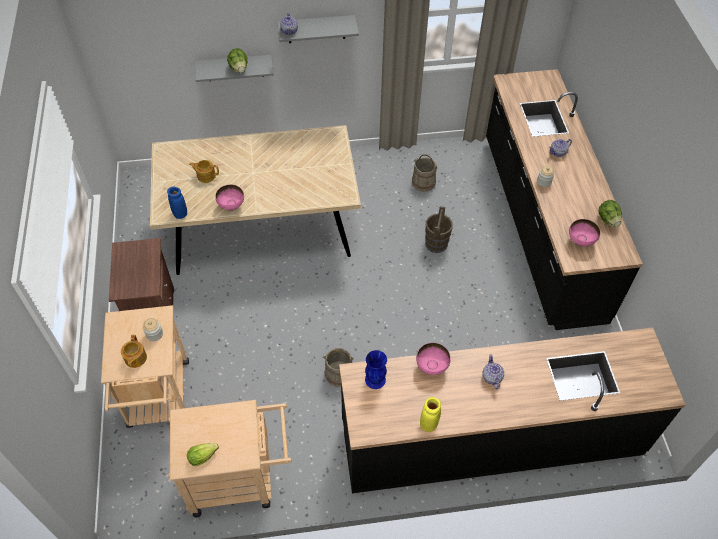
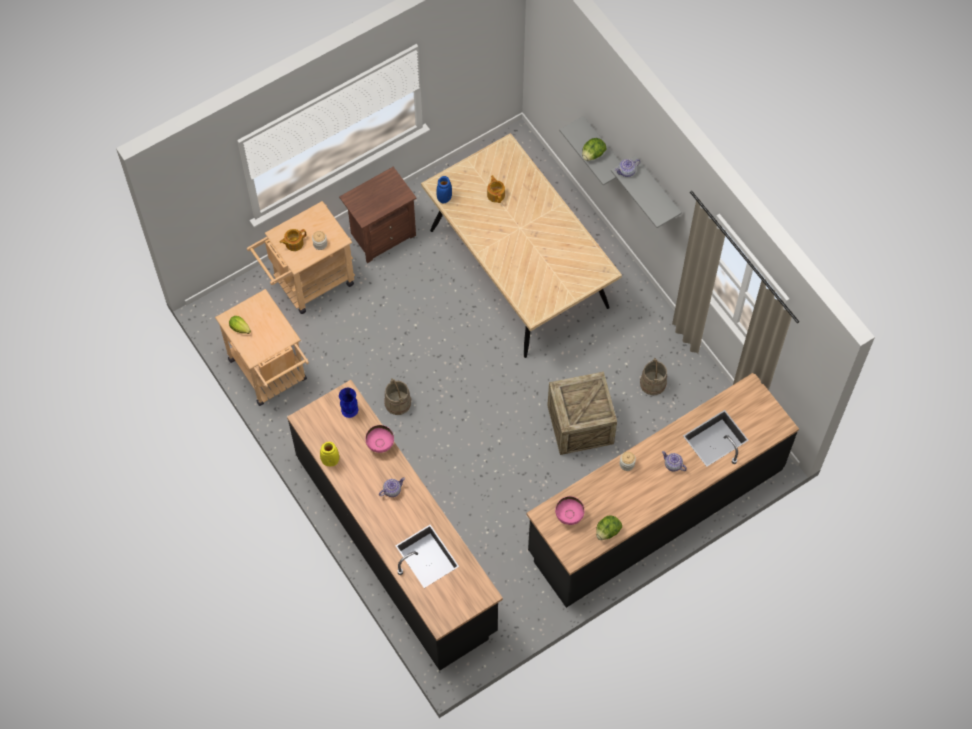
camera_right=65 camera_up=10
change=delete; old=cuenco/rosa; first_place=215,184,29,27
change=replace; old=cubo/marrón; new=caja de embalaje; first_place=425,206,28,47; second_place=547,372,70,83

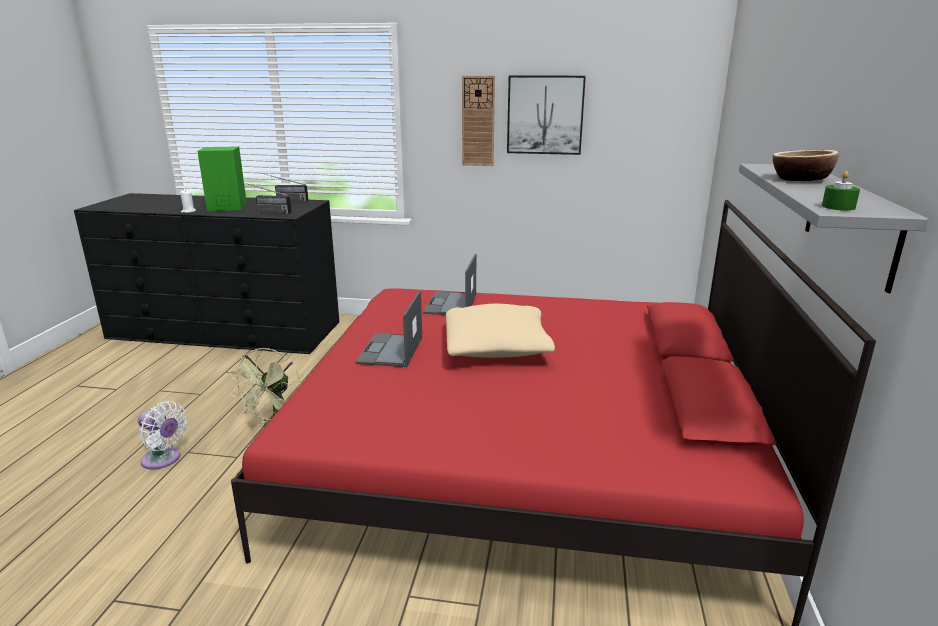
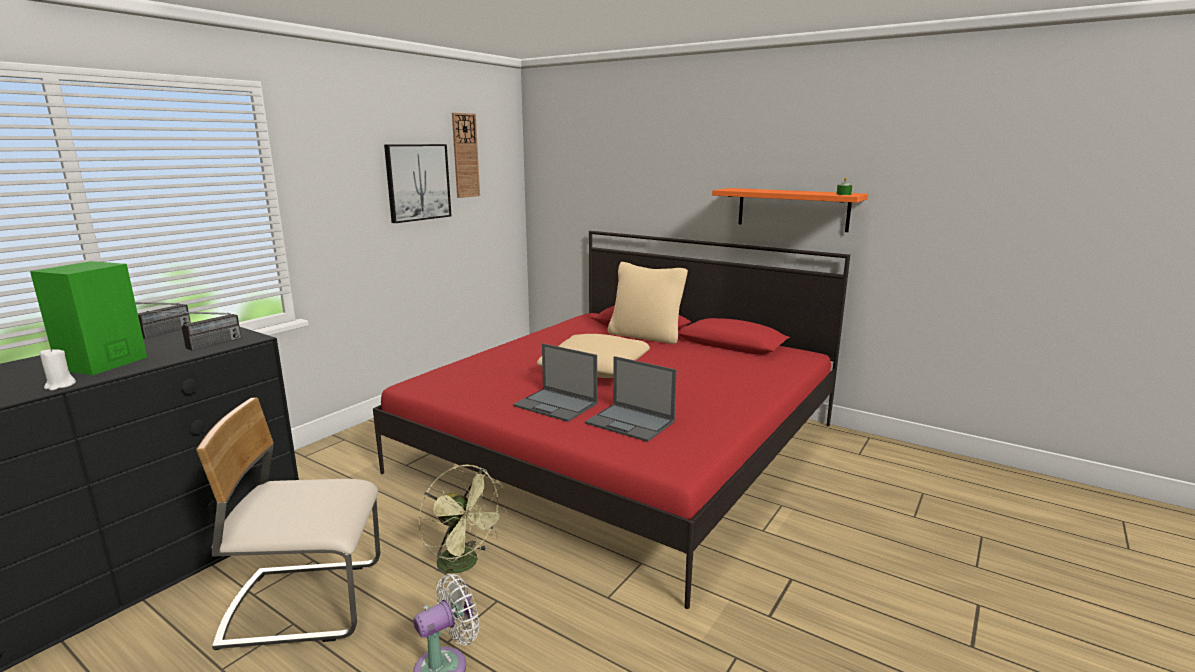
camera_right=-65 camera_up=-5
change=delete; old=cuenco; first_place=773,150,66,31
change=insert; new=silla/beis; second_place=196,398,184,252
change=insert; new=cojín/beis; second_place=608,262,80,82
change=move; old=portátil; first_place=423,254,53,61; second_place=585,356,92,86
change=move; old=reloj de pared; first_place=462,76,33,90; second_place=452,113,28,85
change=recolor; old=estante/gris; new=estante/naranja; first_place=739,164,190,129; second_place=712,188,156,44

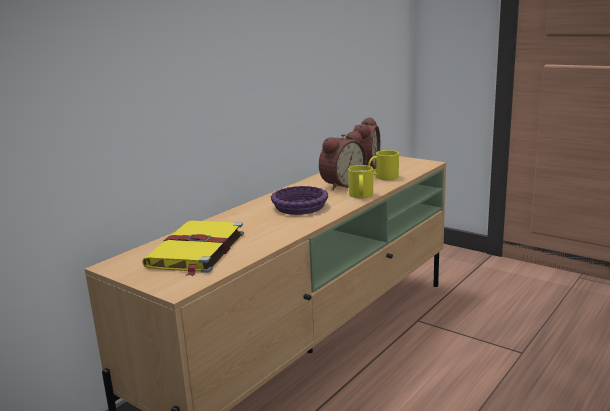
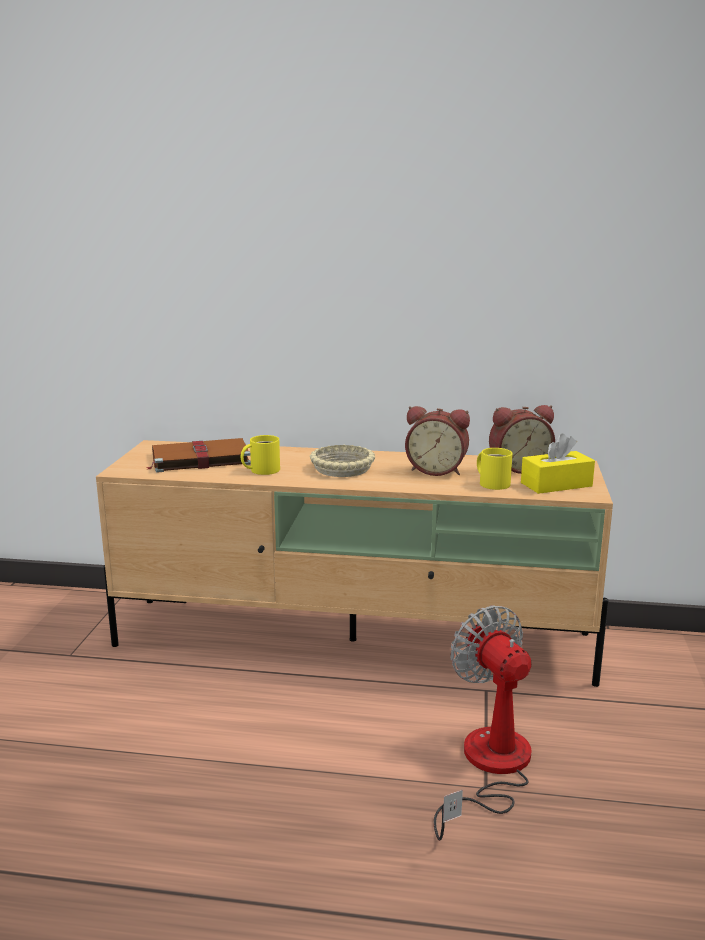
camera_right=60 camera_up=0
change=insert; new=ventilador; second_place=434,605,97,236
change=insert; new=caja de pañuelos/amarillo; second_place=521,433,74,61
change=move; old=taza grande/amarillo; first_place=348,165,25,33; second_place=241,435,39,40
change=recolor; old=libro/amarillo; new=libro/marrón; first_place=142,220,102,56; second_place=145,438,106,35
change=recolor; old=cuenco/morado; new=cuenco/beis; first_place=270,186,58,29; second_place=310,445,65,32

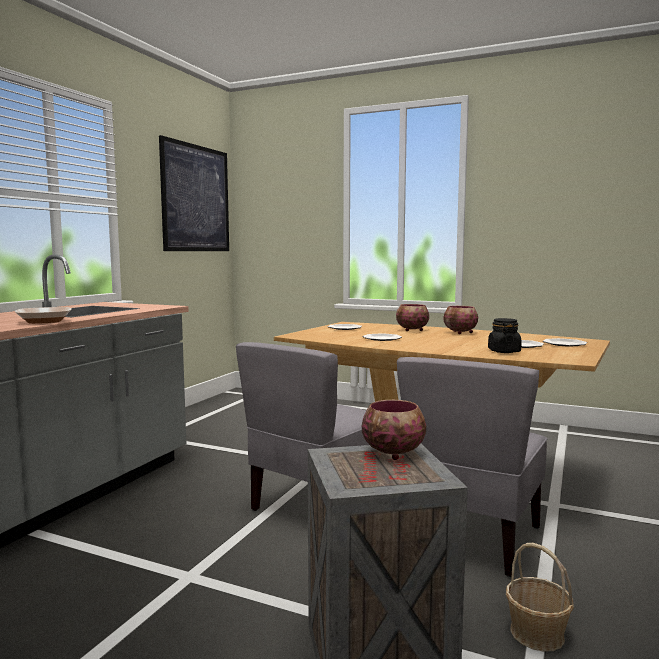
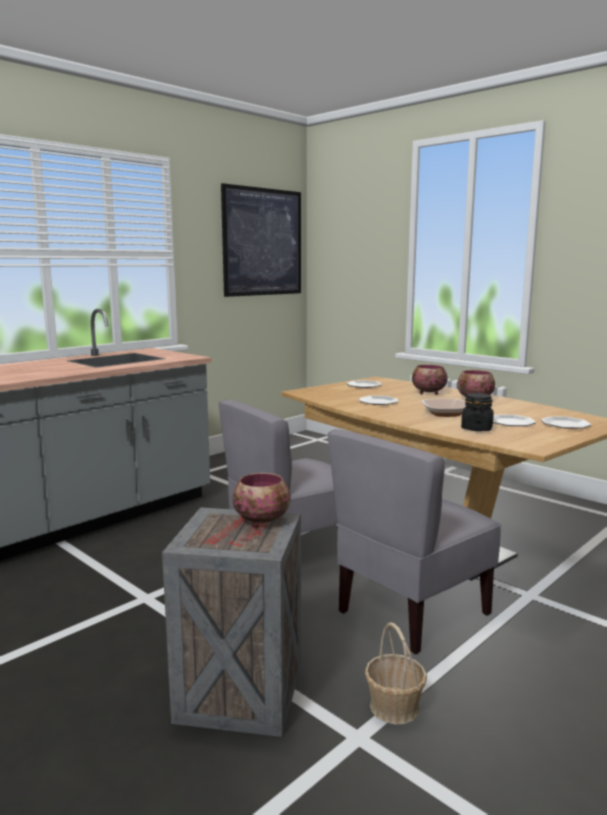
camera_right=20 camera_up=5
change=move; old=cuenco; first_place=15,307,57,17; second_place=422,399,44,18

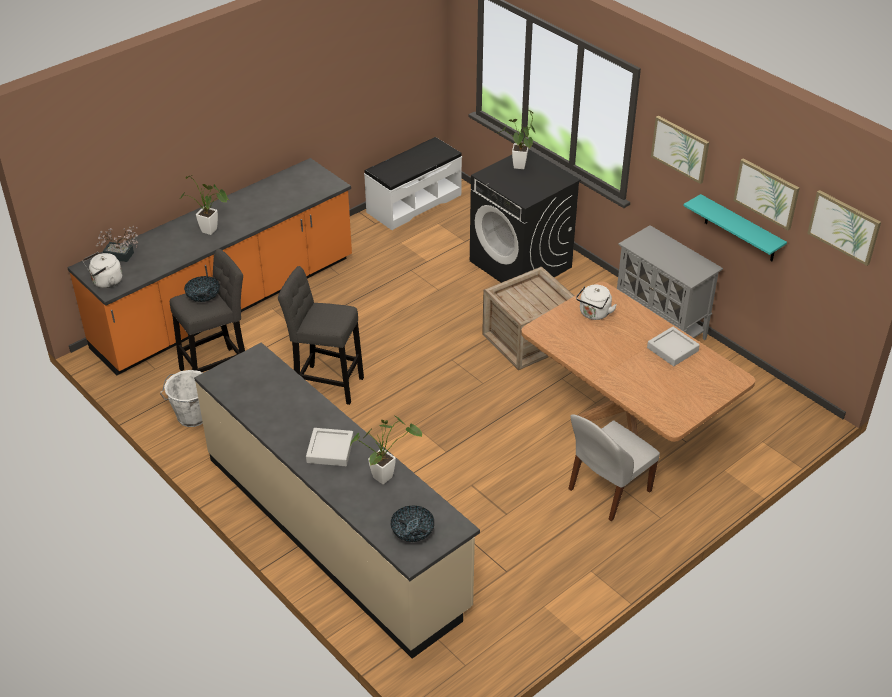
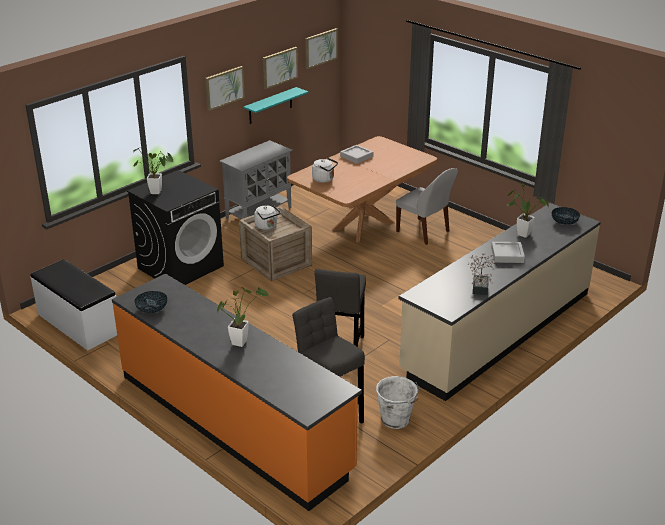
camera_right=-95 camera_up=-10
change=move; old=hervidor/blanco; first_place=83,252,39,36; second_place=254,205,27,25
change=move; old=planta en maceta; first_place=96,226,42,36; second_place=468,253,26,42
change=move; old=cuenco; first_place=184,276,36,26; second_place=134,291,33,22

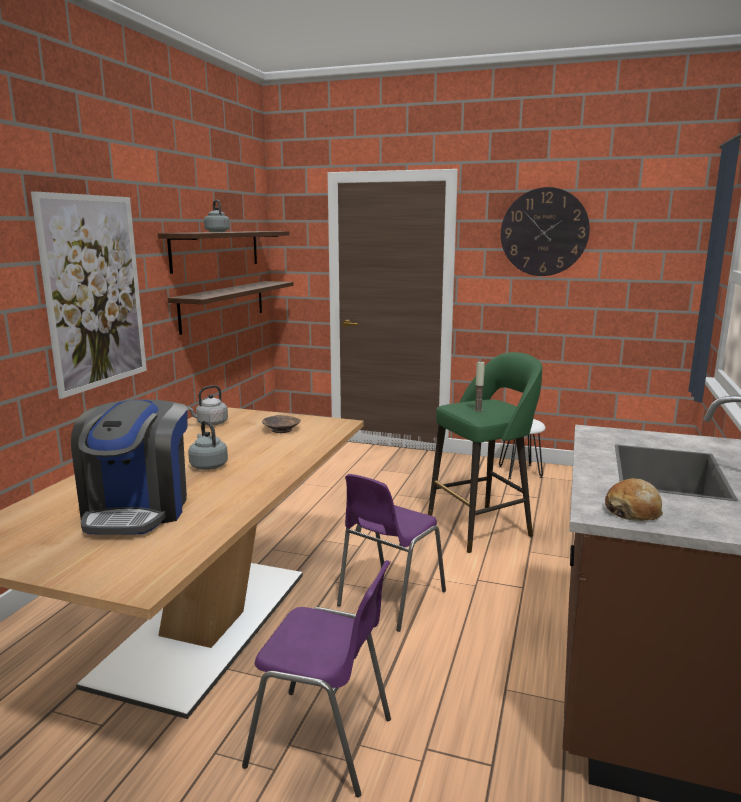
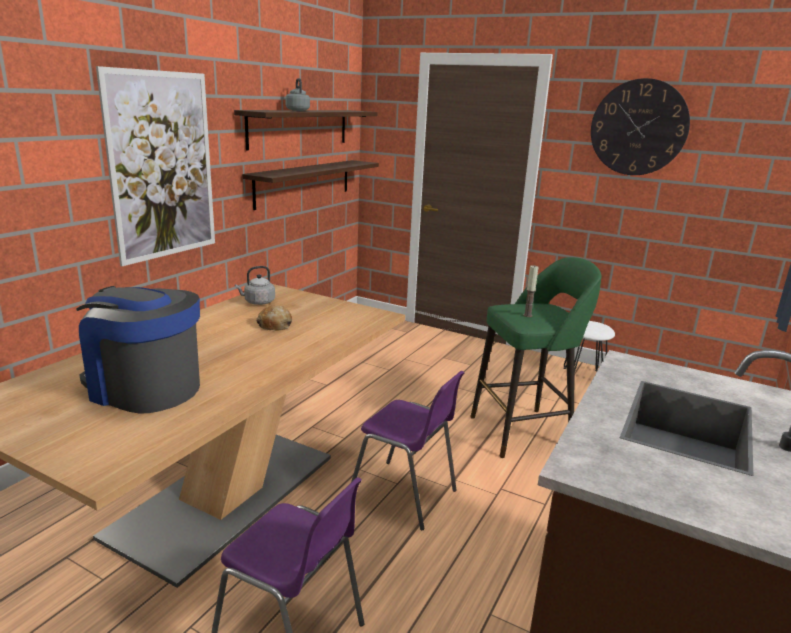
camera_right=10 camera_up=5
change=delete; old=hervidor/gris; first_place=188,420,40,50
change=delete; old=cuenco/marrón; first_place=262,415,39,18
change=move; old=pan; first_place=605,478,58,43; second_place=256,305,36,26
change=rotate; old=cafetera; first_place=71,399,116,136; second_place=76,286,124,127; degrees=105
change=rotate; old=silla/morado; first_place=337,474,109,158; second_place=351,371,114,159; degrees=-105

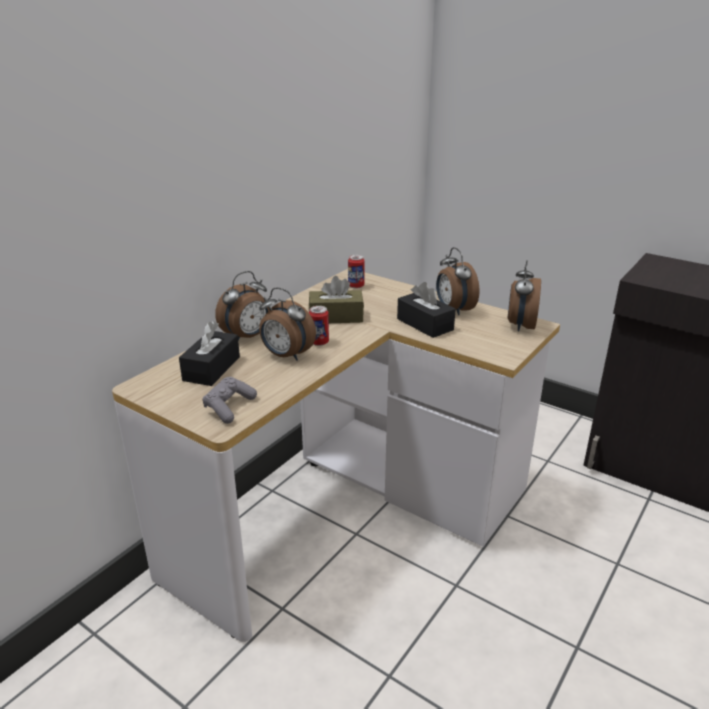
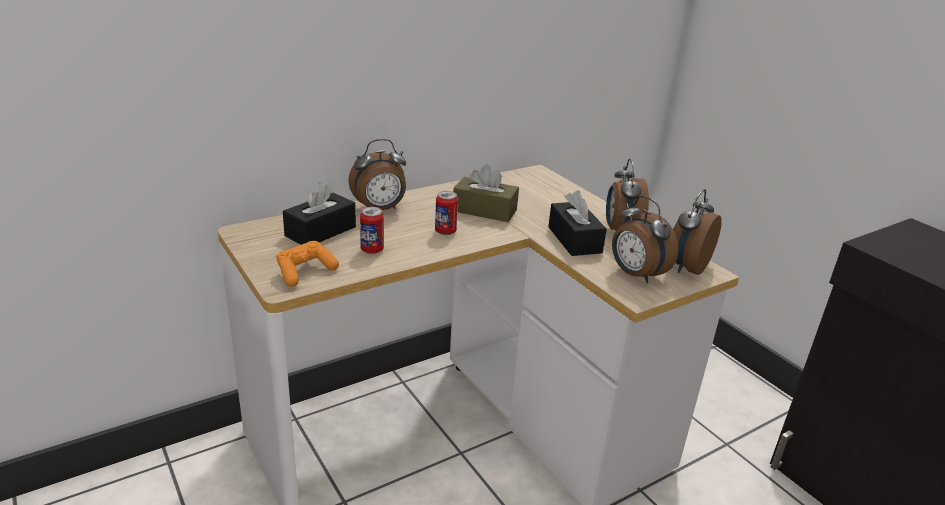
camera_right=20 camera_up=0
change=move; old=despertador; first_place=259,287,57,74; second_place=612,196,66,87
change=move; old=lata; first_place=348,255,17,34; second_place=360,207,24,47
change=recolor; old=mando de consola/gris; new=mando de consola/naranja; first_place=202,377,55,47; second_place=276,241,63,46

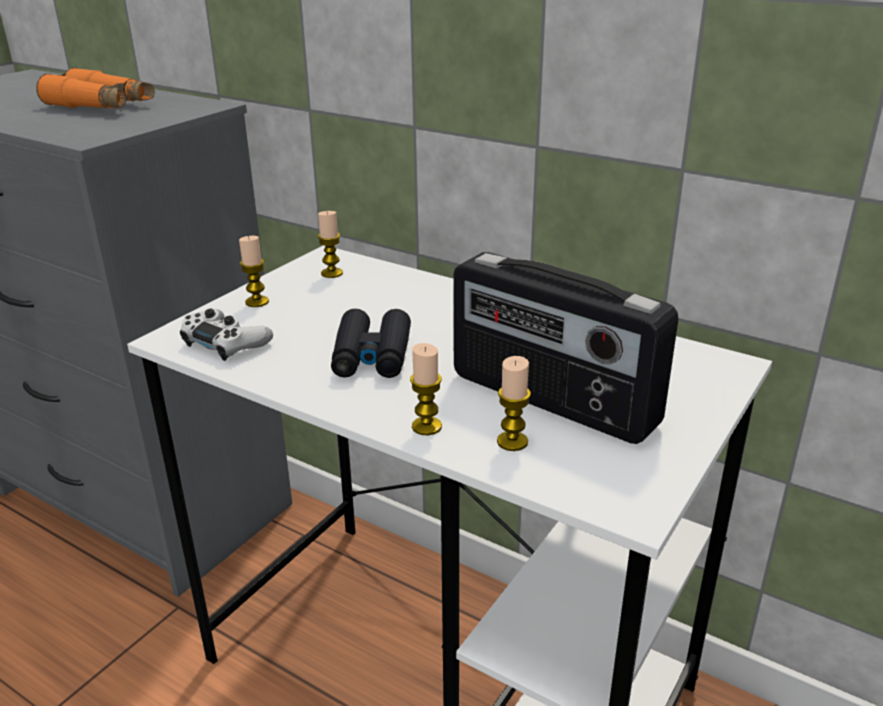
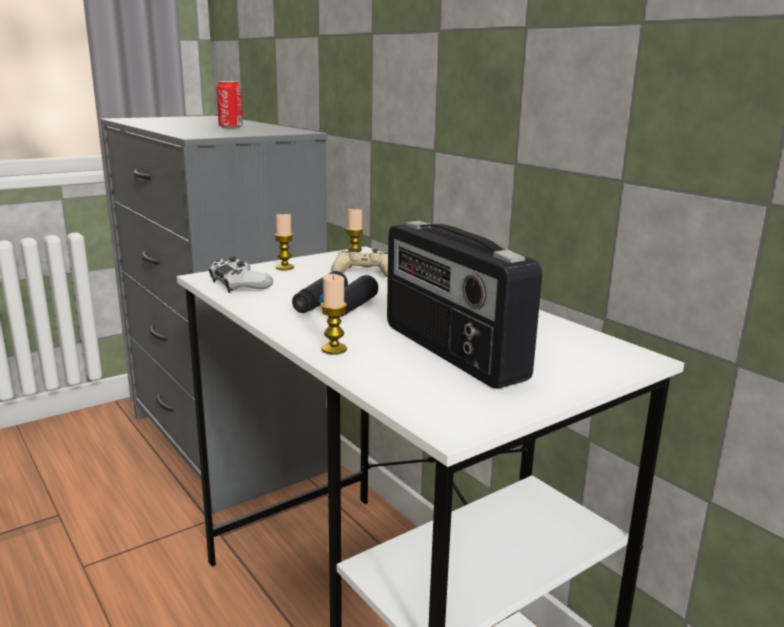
camera_right=20 camera_up=-10
change=delete; old=vela; first_place=497,356,34,95
change=insert; new=mando de consola/beis; second_place=331,248,57,30
change=replace; old=prismáticos/naranja; new=lata; first_place=36,67,119,41; second_place=217,81,26,47

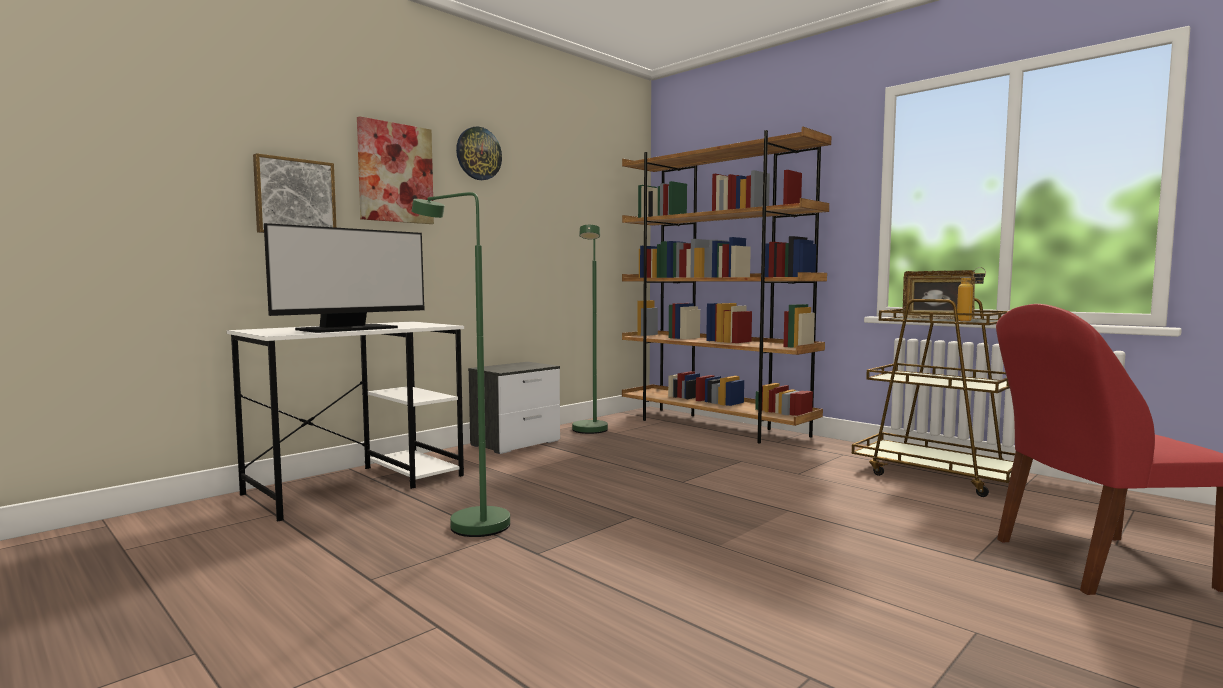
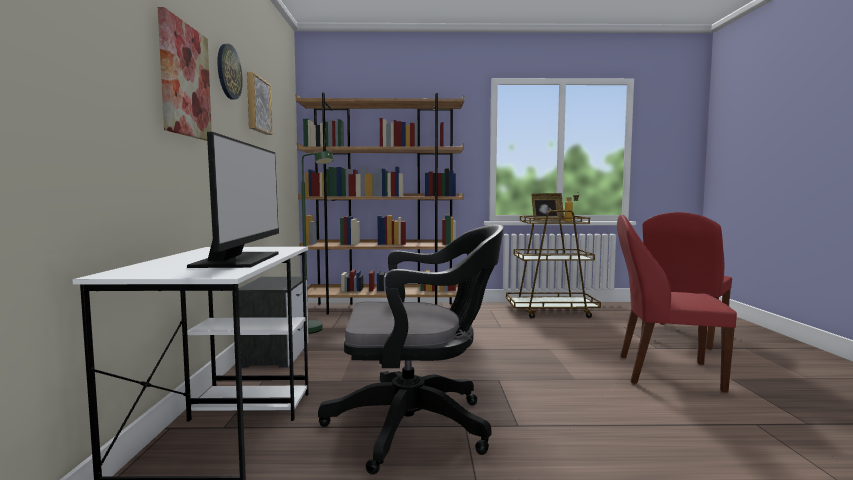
camera_right=-45 camera_up=0
change=insert; new=silla/rojo; second_place=617,215,120,178
change=move; old=cuadro; first_place=253,153,83,80; second_place=247,72,26,63
change=replace; old=lámpara de pie/verde; new=silla de oficina/negro; first_place=412,192,98,345; second_place=318,225,186,250

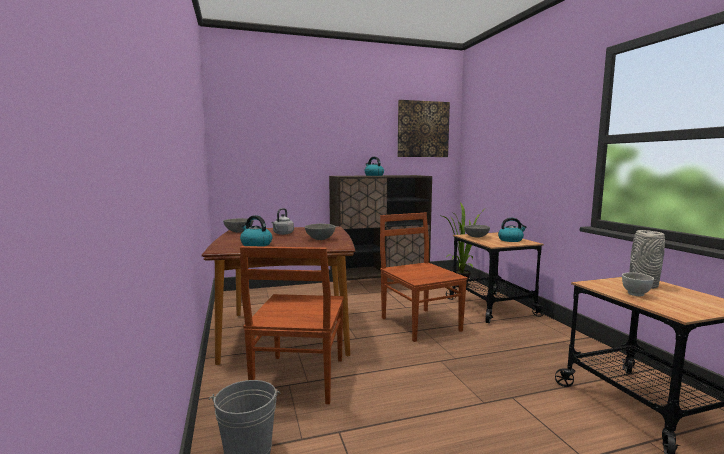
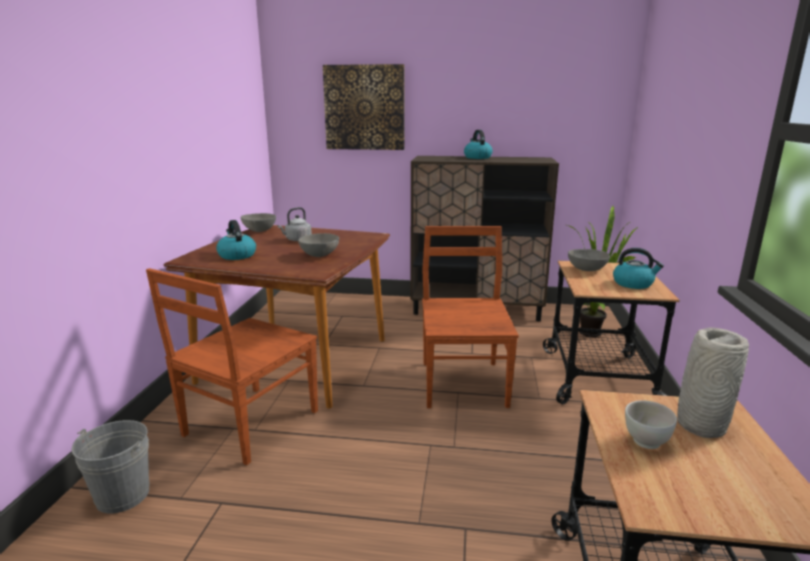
camera_right=25 camera_up=10
change=move; old=cuadro; first_place=398,100,52,57; second_place=323,64,81,86

